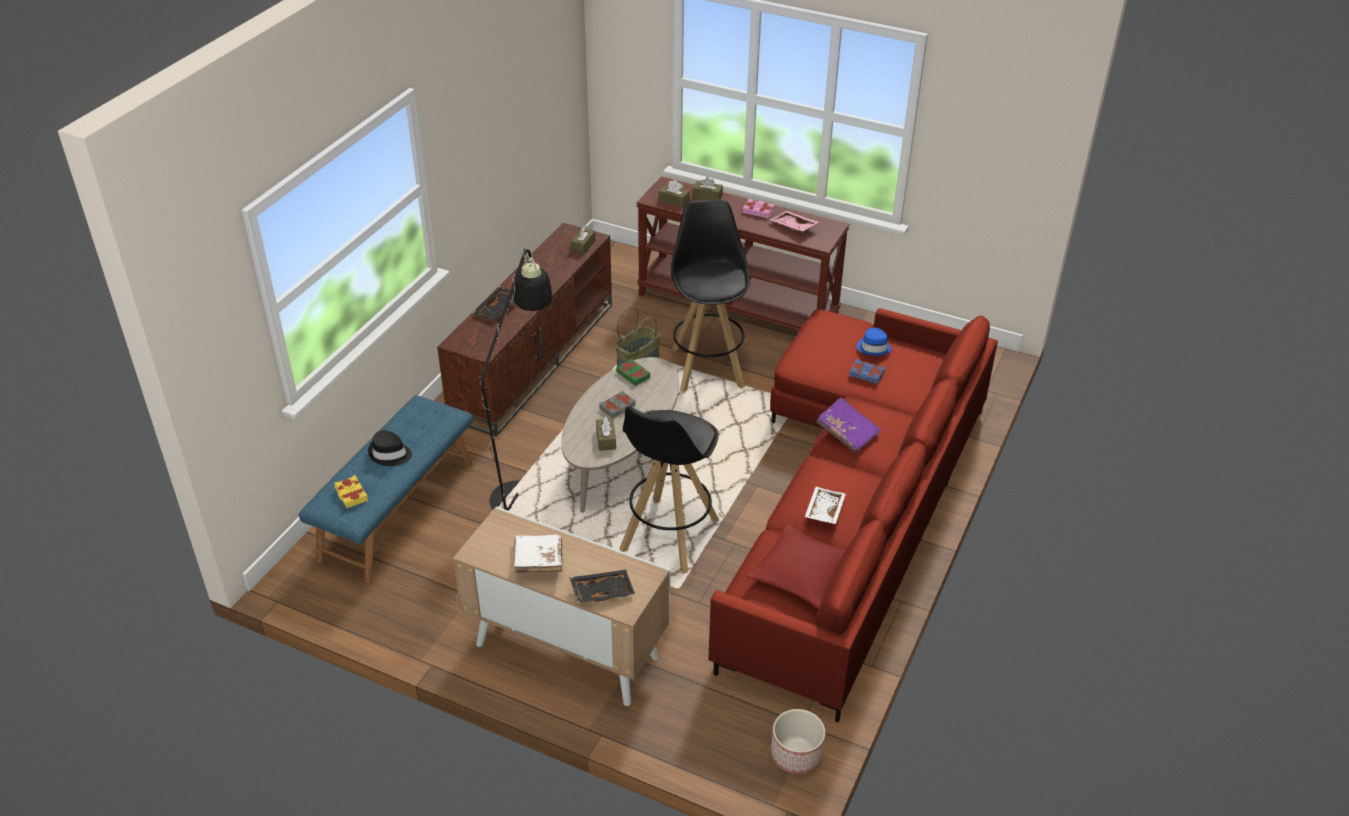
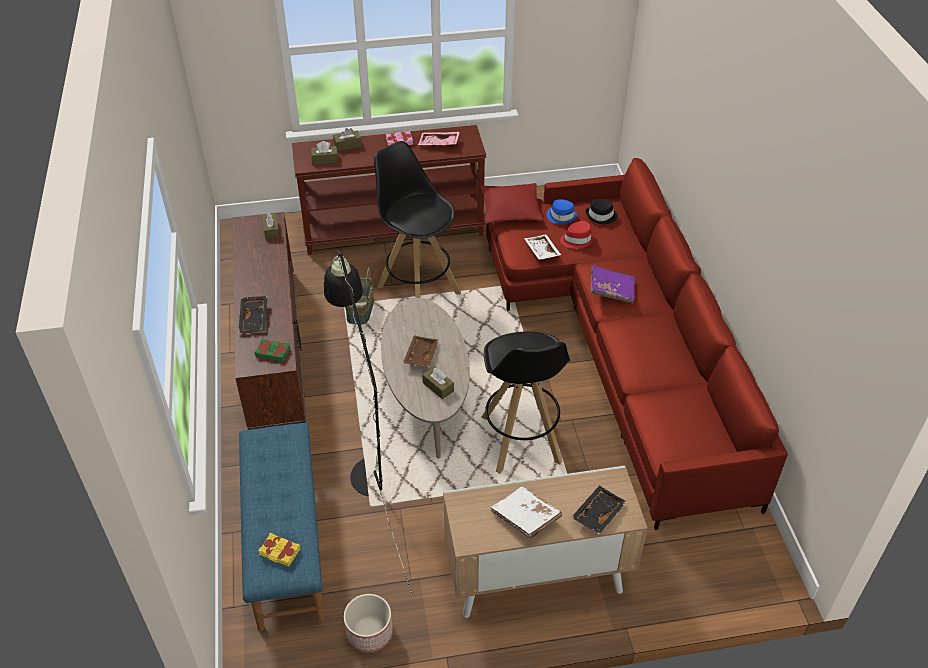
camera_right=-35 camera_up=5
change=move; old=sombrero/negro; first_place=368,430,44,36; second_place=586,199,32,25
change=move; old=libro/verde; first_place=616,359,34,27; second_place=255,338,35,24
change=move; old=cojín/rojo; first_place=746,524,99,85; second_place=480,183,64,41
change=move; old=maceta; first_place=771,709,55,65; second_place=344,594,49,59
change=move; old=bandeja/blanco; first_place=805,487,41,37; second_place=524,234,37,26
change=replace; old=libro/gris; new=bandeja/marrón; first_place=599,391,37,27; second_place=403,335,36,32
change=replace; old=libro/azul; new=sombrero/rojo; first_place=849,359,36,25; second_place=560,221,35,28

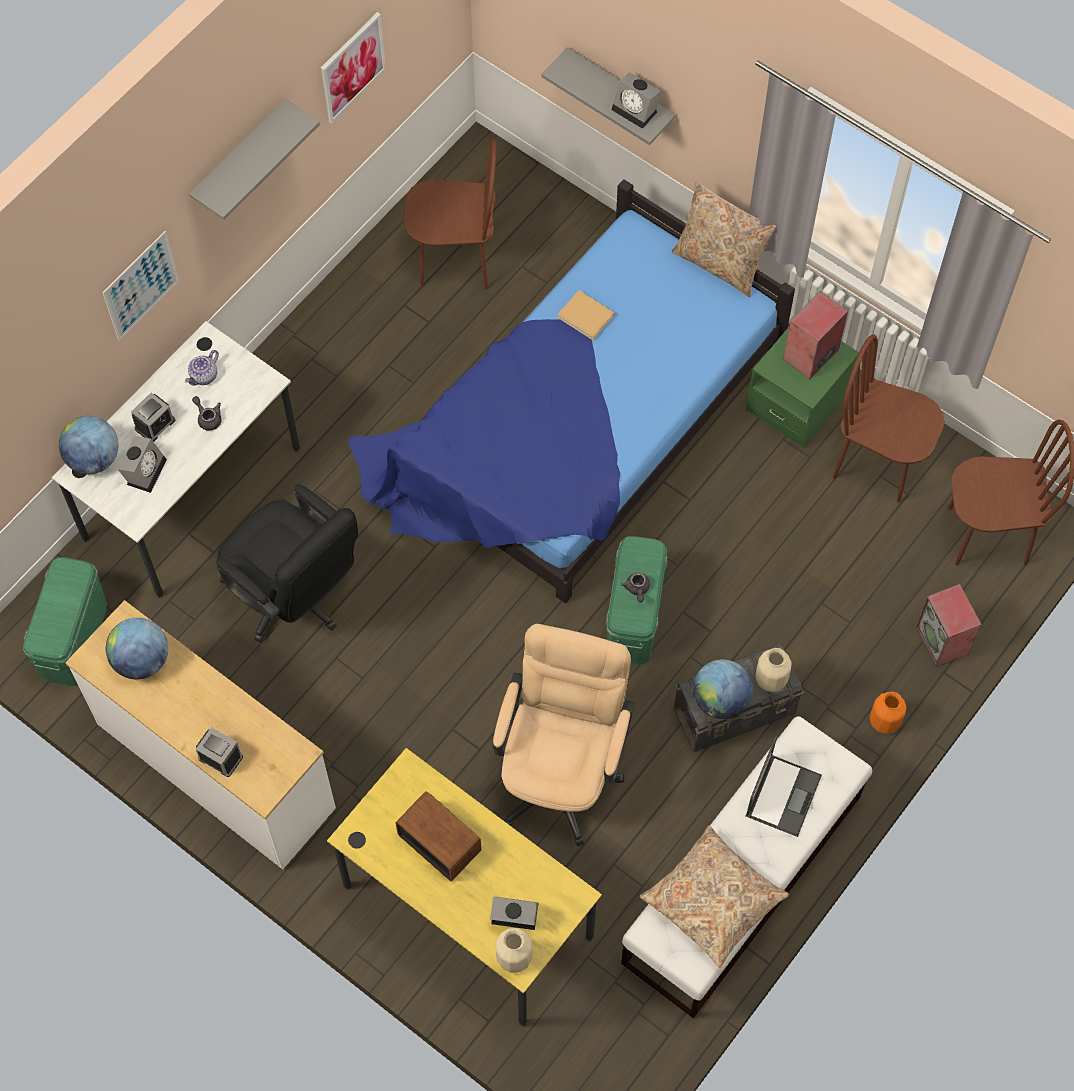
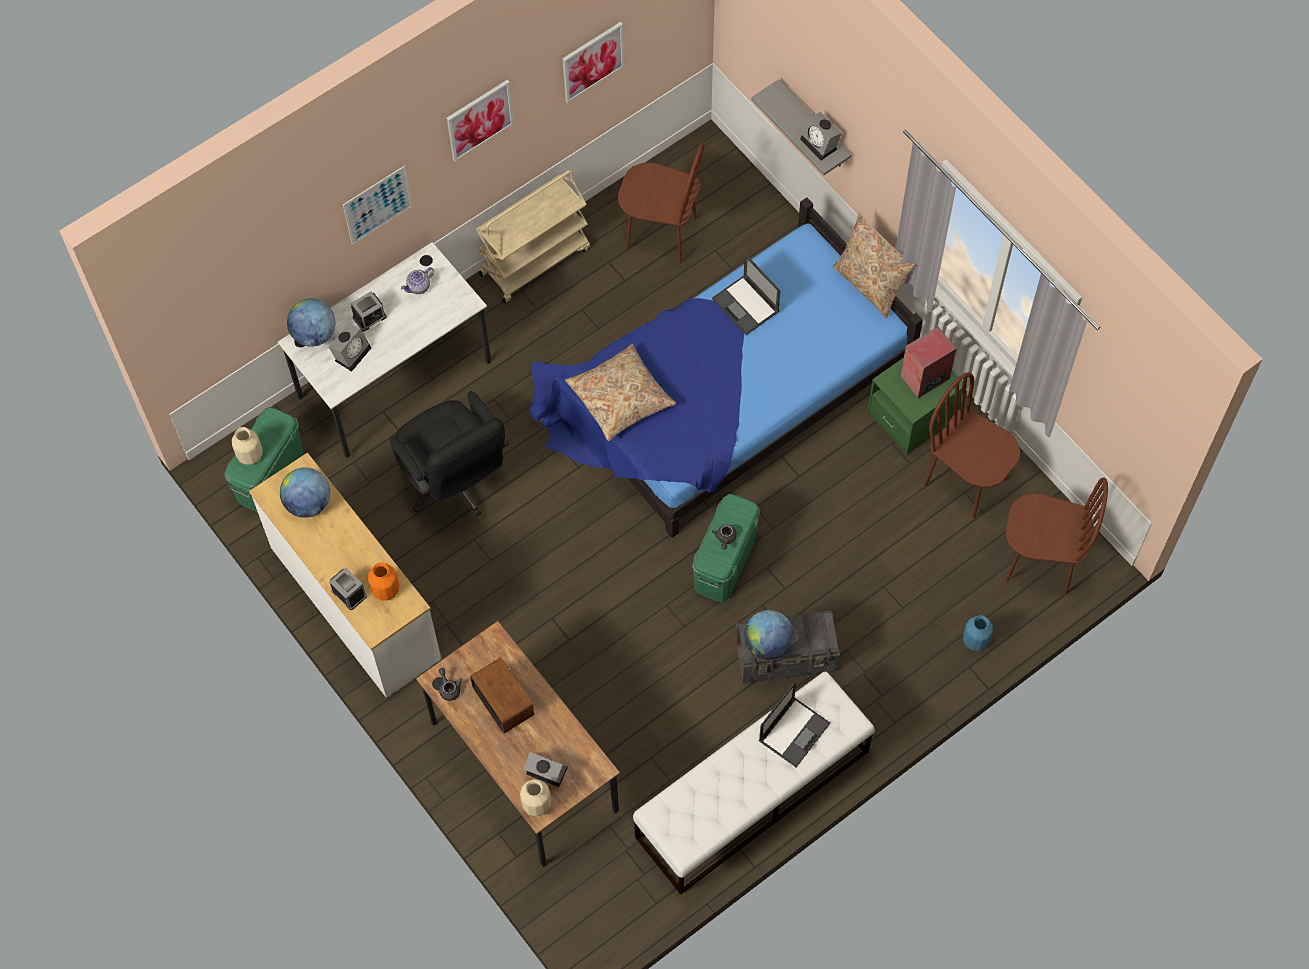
camera_right=15 camera_up=0
change=delete; old=silla de oficina/beis; first_place=493,624,141,223
change=insert; new=carrito/beis; second_place=476,170,114,134
change=move; old=tetera/gris; first_place=192,396,30,35; second_place=439,668,23,33
change=move; old=cojín/beis; first_place=640,826,149,142; second_place=565,344,111,97
change=move; old=florero/beis; first_place=756,648,36,44; second_place=232,427,30,38
change=move; old=florero/naranja; first_place=870,692,36,42; second_place=368,563,31,38
change=replace; old=estante/gris; new=cuadro; first_place=189,99,131,121; second_place=447,80,67,82
change=replace; old=libro/beis; new=portátil; first_place=557,290,58,50; second_place=712,254,69,81
change=replace; old=altavoz; new=florero/azul; first_place=915,584,67,83; second_place=963,615,30,36
change=recolor; old=escritorio/amarillo; new=escritorio/marrón; first_place=327,748,275,278; second_place=416,621,204,246

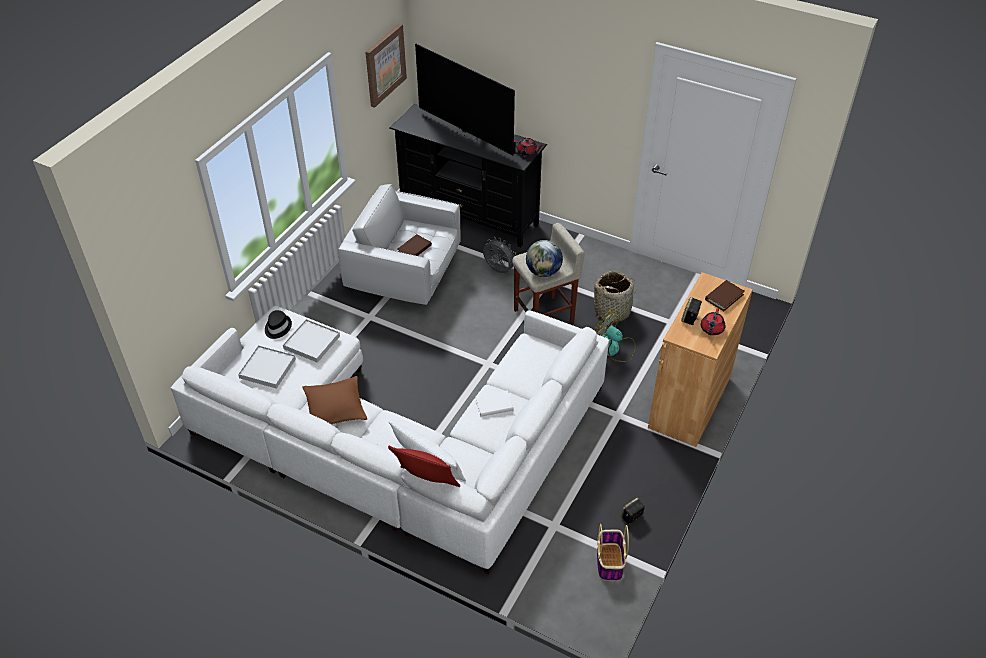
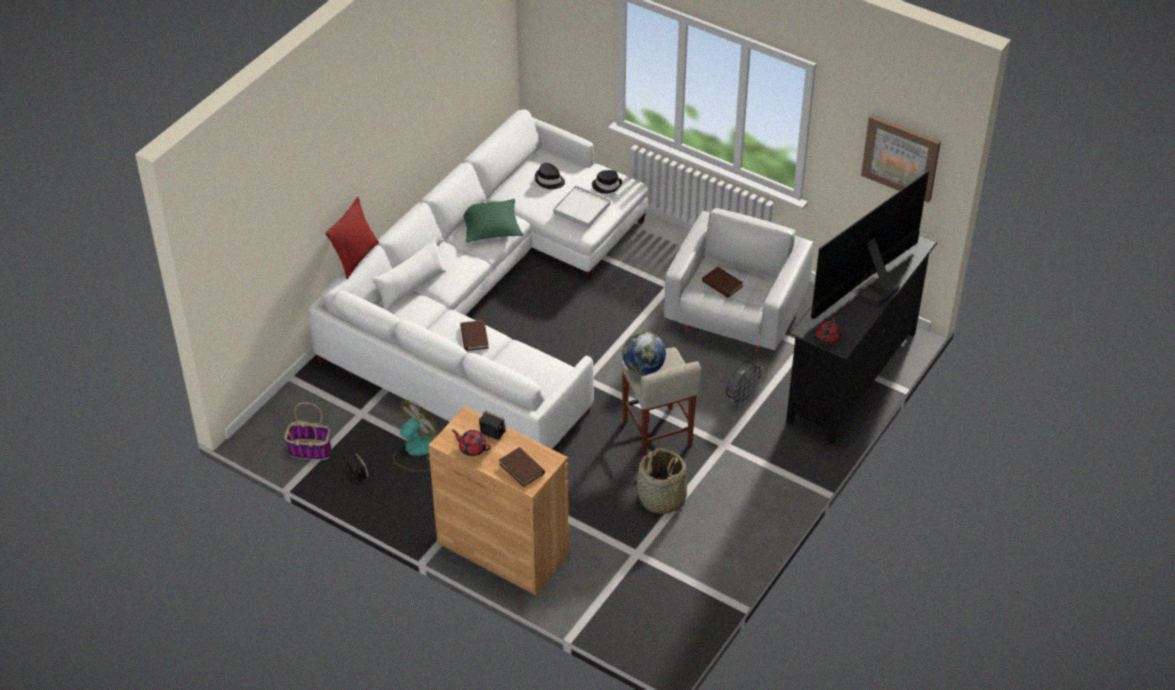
camera_right=95 camera_up=0
change=move; old=ventilador; first_place=594,310,42,52; second_place=393,400,45,72
change=replace; old=bandeja/blanco; new=sombrero/negro; first_place=238,345,58,44; second_place=535,163,30,26
change=recolor; old=cojín/marrón; new=cojín/verde; first_place=302,376,65,48; second_place=463,199,60,44
change=recolor; old=libro/blanco; new=libro/marrón; first_place=475,390,39,27; second_place=460,320,29,31

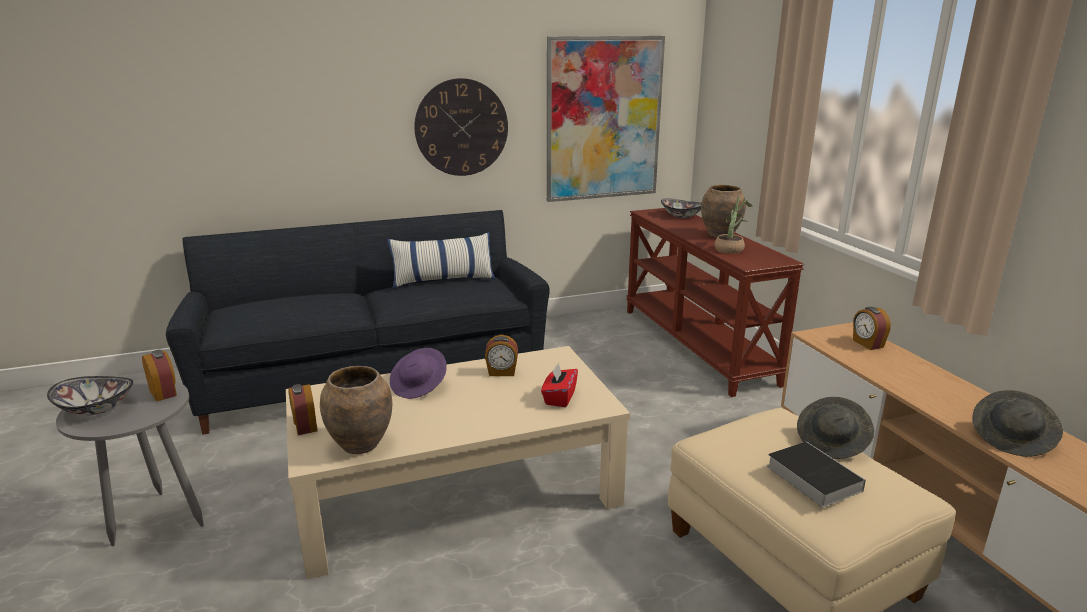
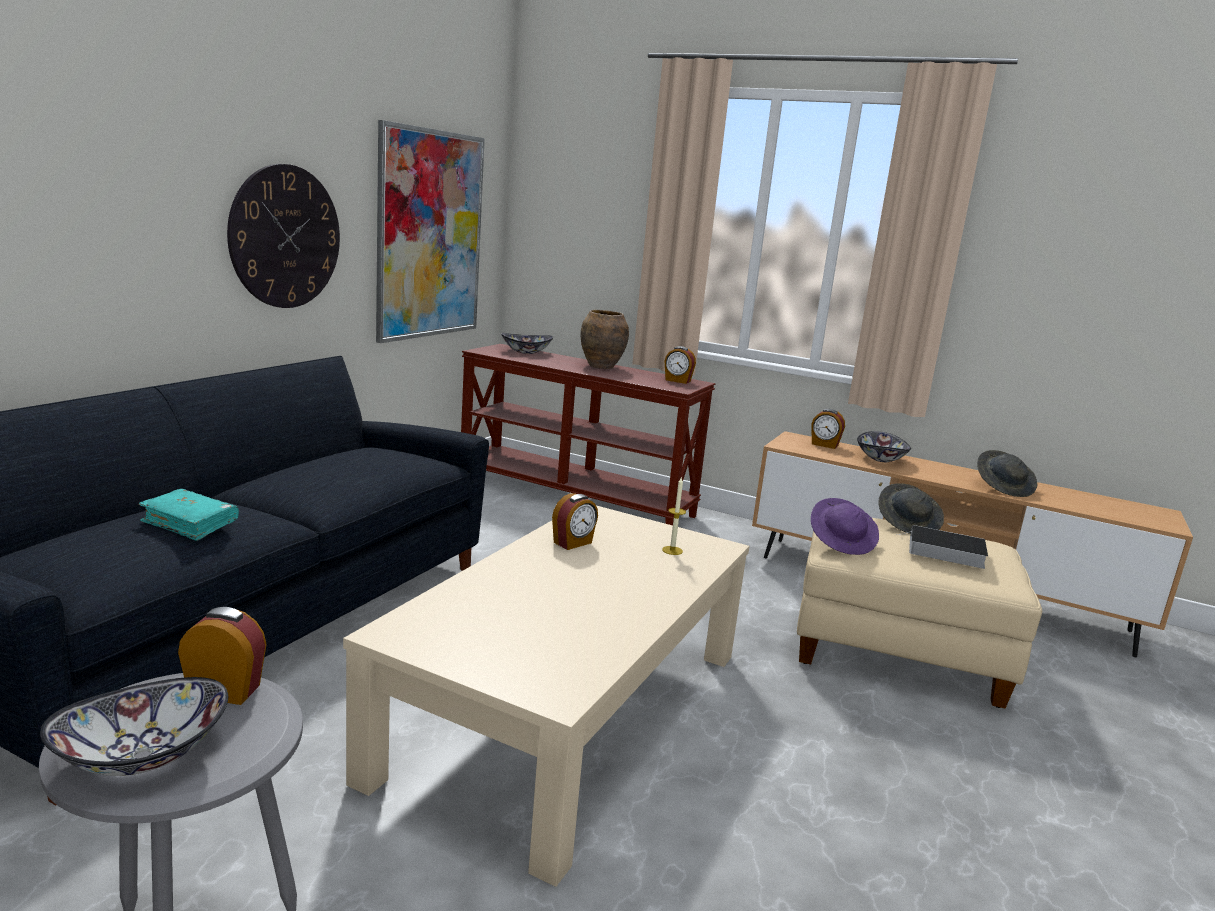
camera_right=-45 camera_up=-5
change=delete; old=florero/marrón; first_place=320,366,72,88
change=delete; old=cojín; first_place=387,232,108,57
change=delete; old=planta en maceta; first_place=714,197,38,57
change=insert; new=libro/turquesa; second_place=139,489,100,52
change=insert; new=cuenco; second_place=857,431,54,31
change=move; old=despertador; first_place=288,384,29,51; second_place=664,346,32,38
change=move; old=sombrero/morado; first_place=390,348,57,51; second_place=811,498,68,57
change=replace; old=caja de pañuelos/rojo; new=vela; first_place=541,362,37,45; second_place=662,476,24,79

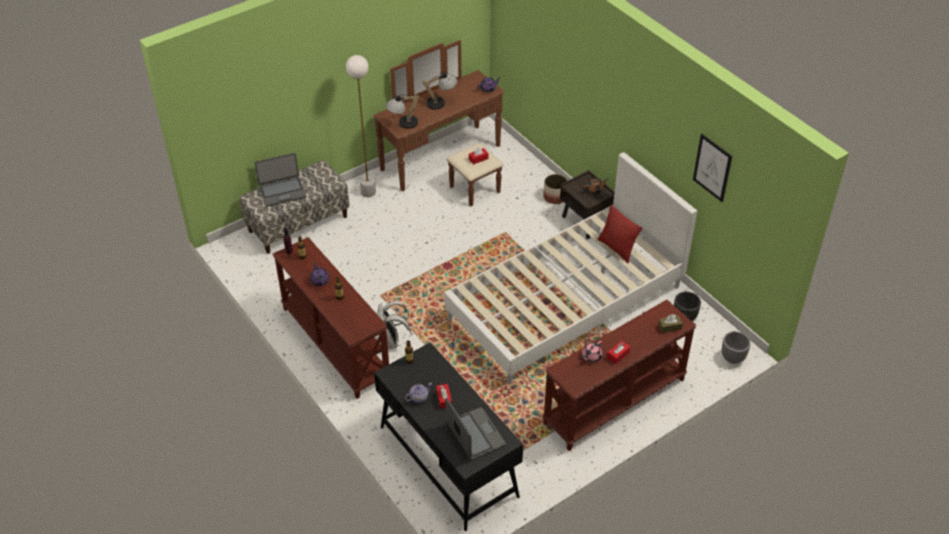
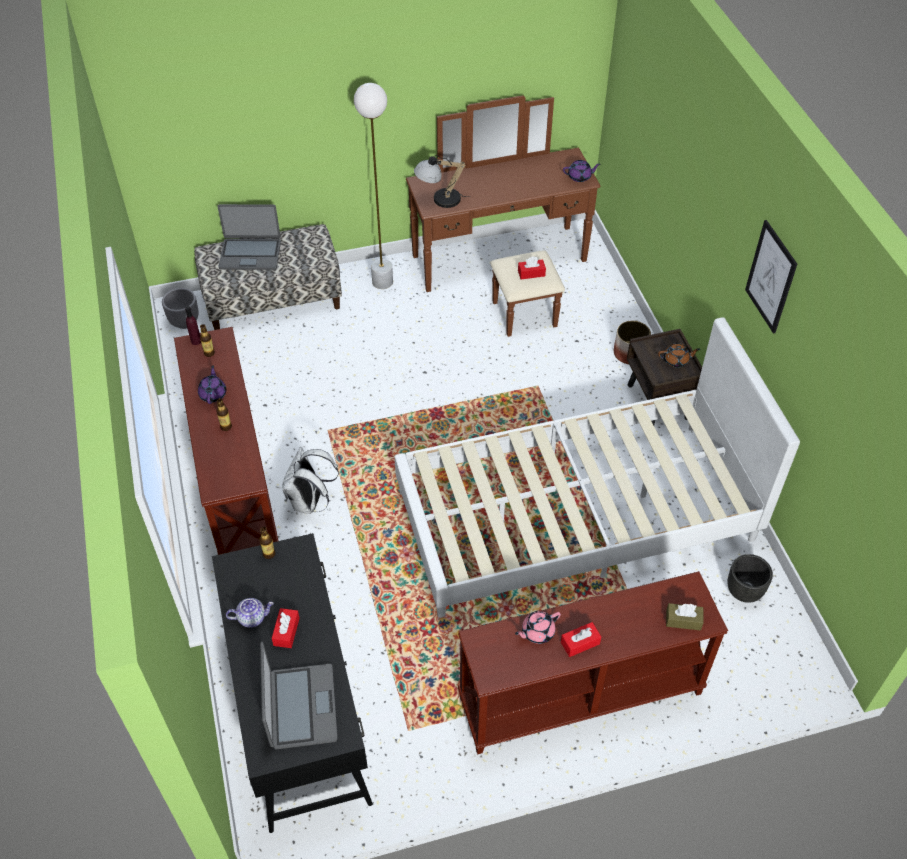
camera_right=20 camera_up=5
change=delete; old=lámpara de mesa; first_place=421,72,36,38
change=delete; old=cojín/rojo; first_place=597,204,45,59
change=move; old=cuadro; first_place=693,134,39,68; second_place=745,220,52,114
change=move; old=maceta/gris; first_place=722,331,29,33; second_place=162,288,37,41

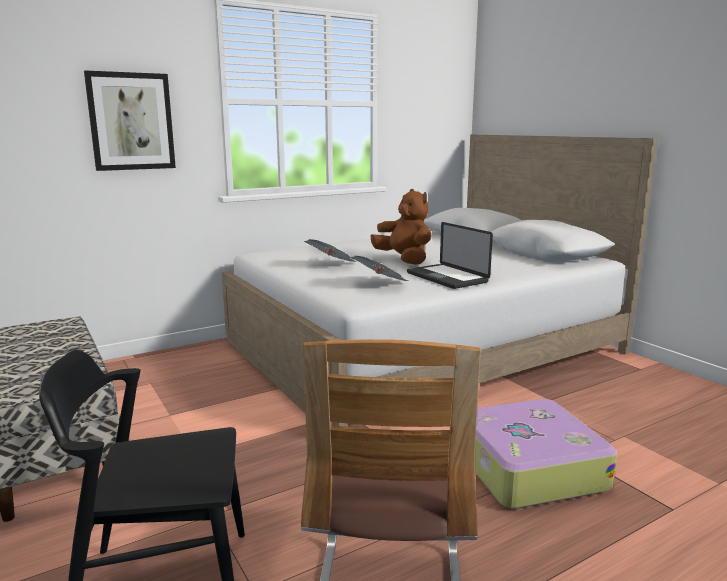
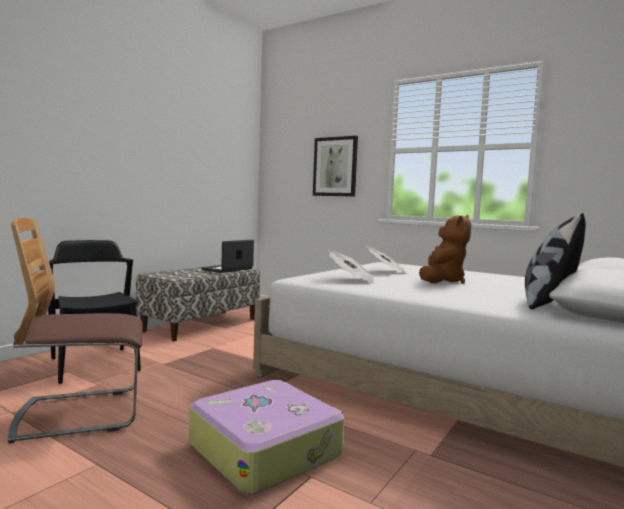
camera_right=65 camera_up=-10
change=insert; new=cojín; second_place=525,213,61,96
change=move; old=portátil; first_place=407,222,86,67; second_place=202,240,52,33

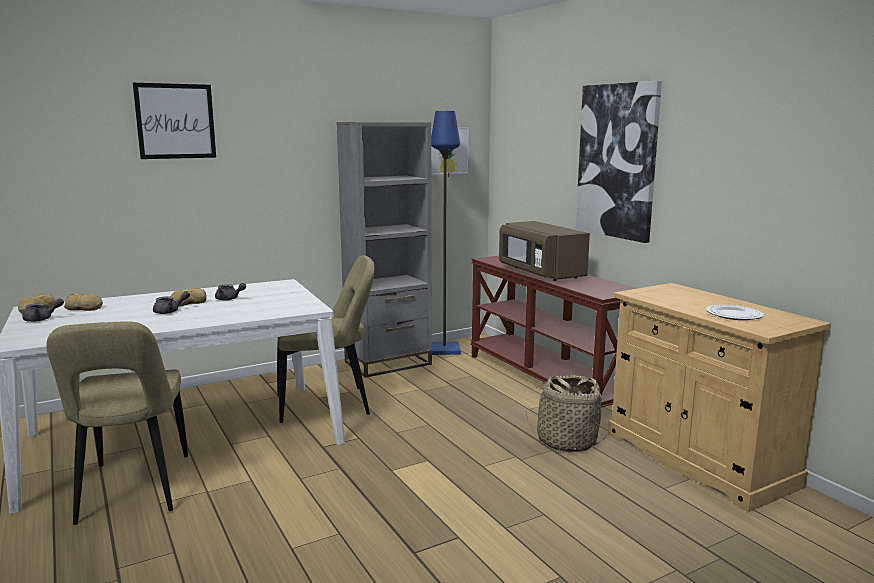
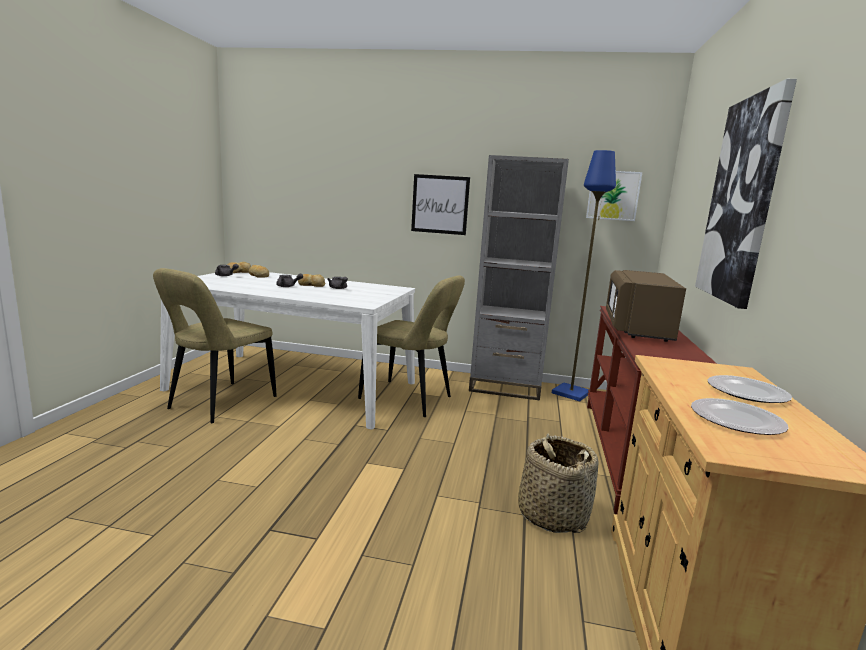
camera_right=40 camera_up=0
change=insert; new=plato; second_place=708,375,84,28
change=move; old=cuadro; first_place=133,83,83,76; second_place=411,174,59,61

